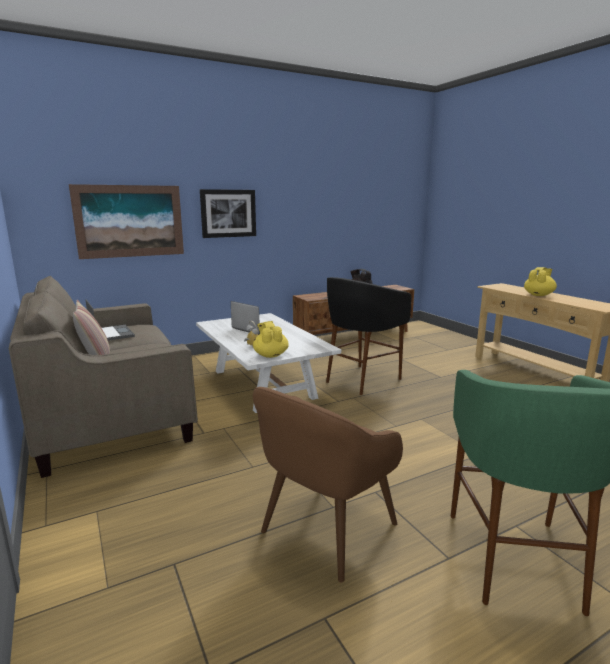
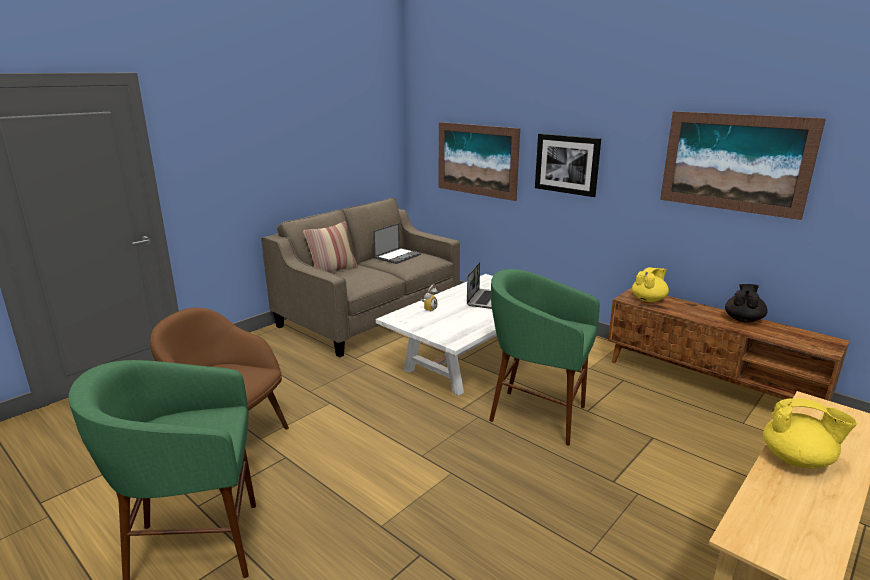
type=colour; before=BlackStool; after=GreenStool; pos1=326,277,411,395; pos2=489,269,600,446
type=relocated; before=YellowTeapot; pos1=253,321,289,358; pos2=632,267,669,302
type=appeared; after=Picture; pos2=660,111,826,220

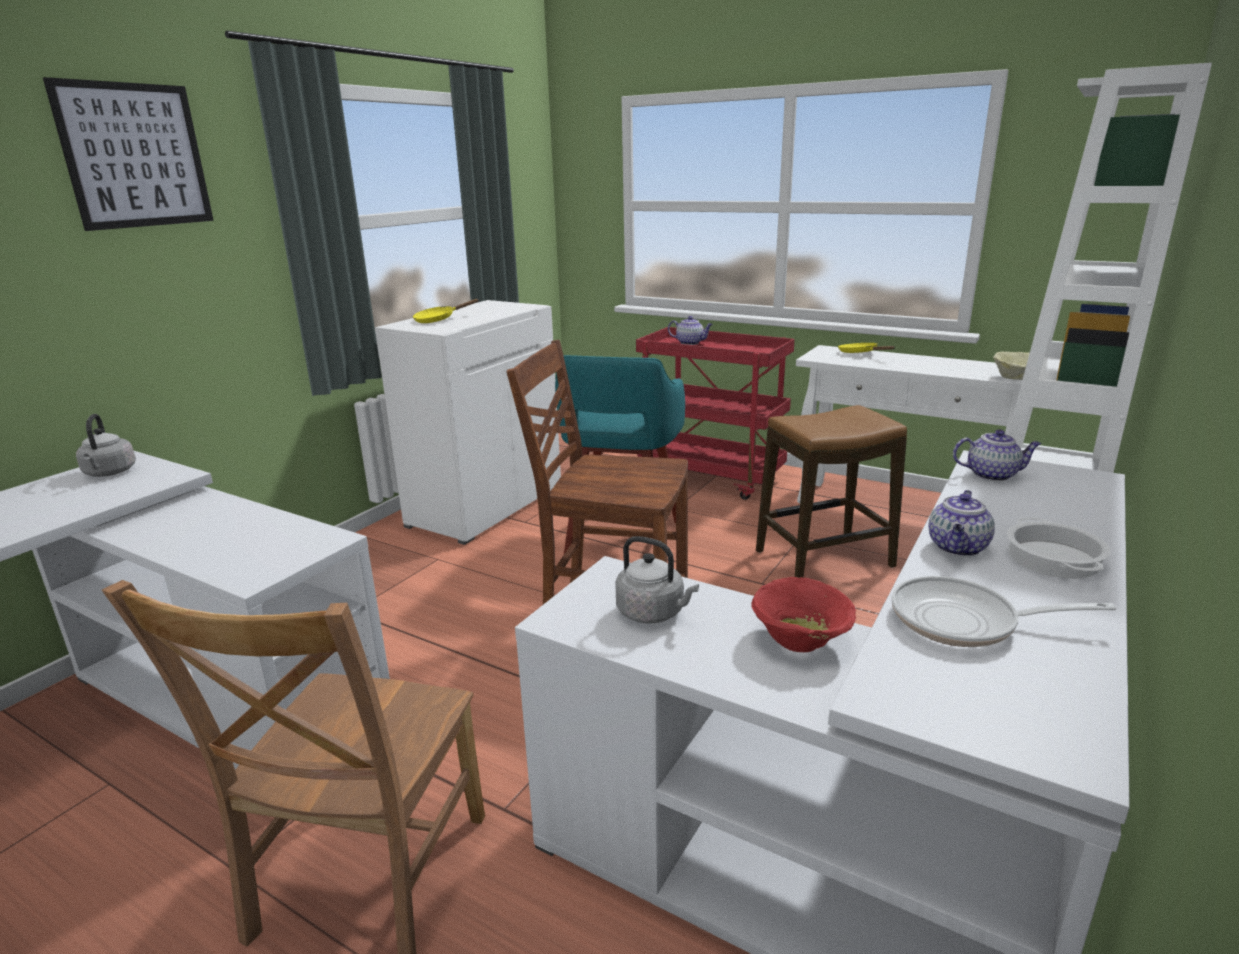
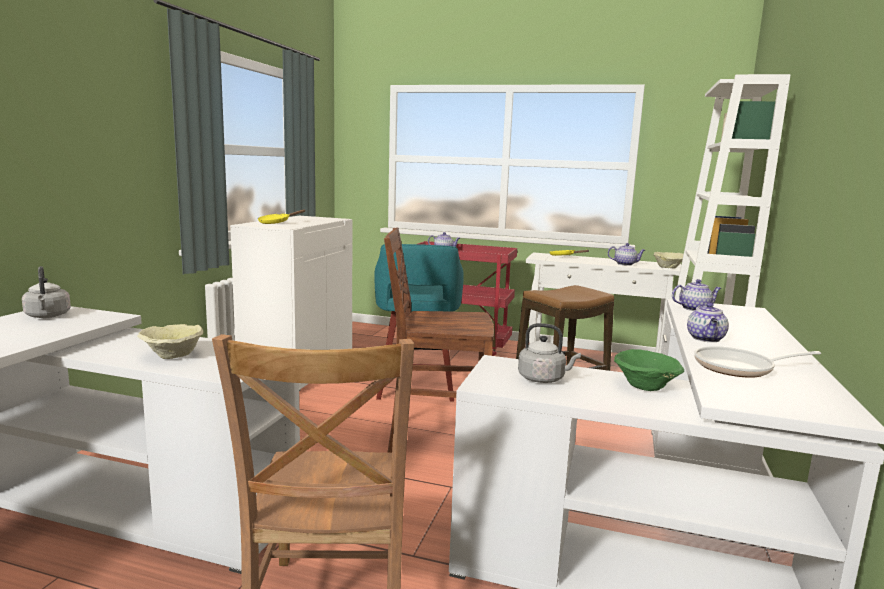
type=appeared; after=BeigeBowl; pos2=137,324,204,359
type=appeared; after=Teapot; pos2=608,243,645,266
type=colour; before=RedBowl; after=GreenBowl; pos1=752,577,856,652; pos2=614,349,684,391
type=missing; before=Picture; pos1=43,77,214,231
type=missing; before=CookingPot; pos1=1007,517,1110,579

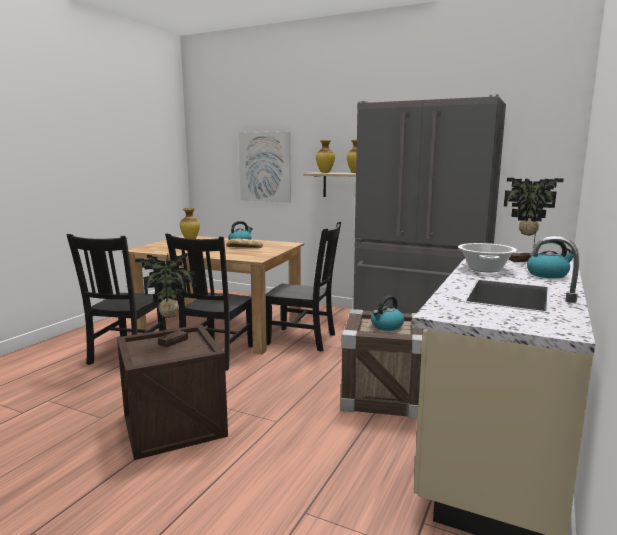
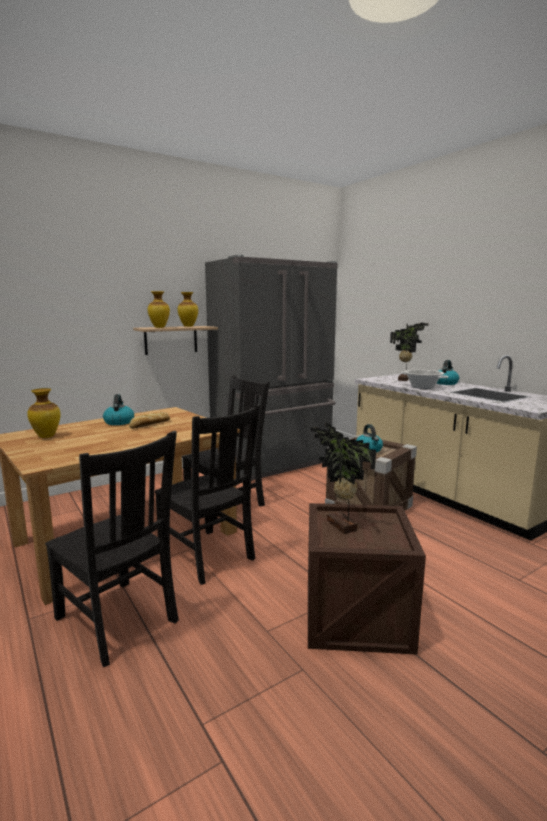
type=missing; before=Picture; pos1=238,131,291,202

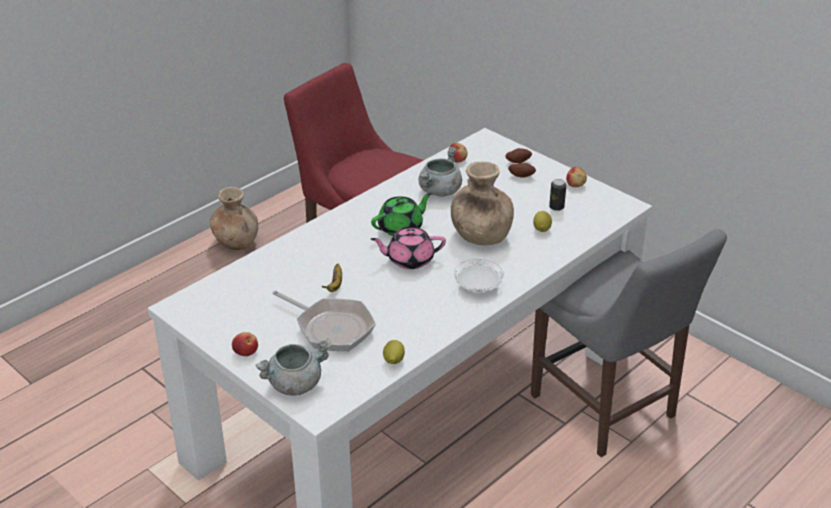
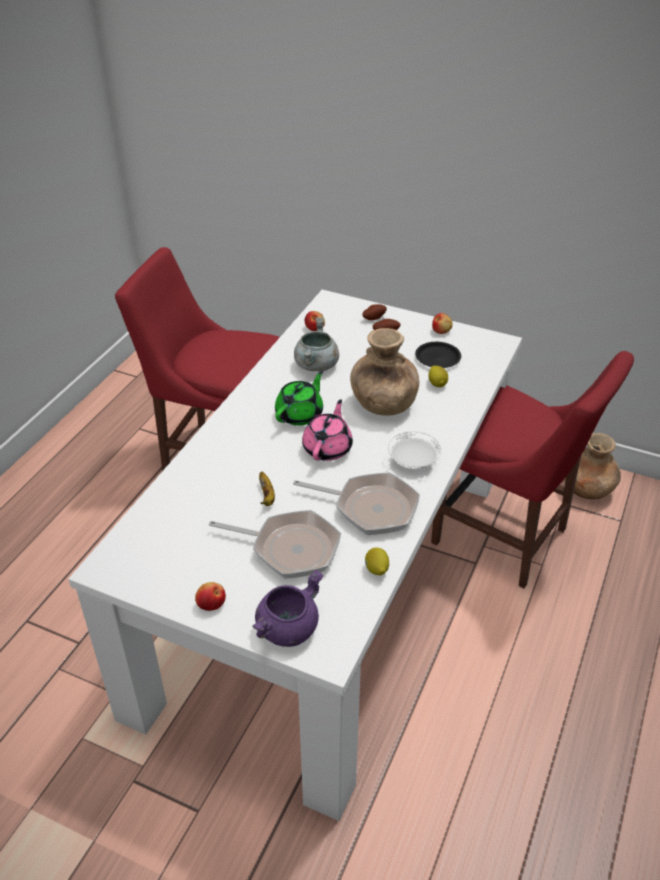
type=colour; before=GreyCookingPot; after=PurpleCookingPot; pos1=256,338,332,396; pos2=253,570,323,647
type=appeared; after=FryingPan; pos2=293,472,420,535
type=spun; before=PinkTeapot; pos1=371,227,446,269; pos2=302,399,353,461; turn=135
type=exchanged; before=Can; after=BlackPlate; pos1=549,179,566,211; pos2=415,342,461,368
type=colour; before=GreyChair; after=RedChair; pos1=531,229,727,457; pos2=431,351,634,588
type=relocated; before=BrownVase; pos1=210,187,258,250; pos2=564,433,621,499

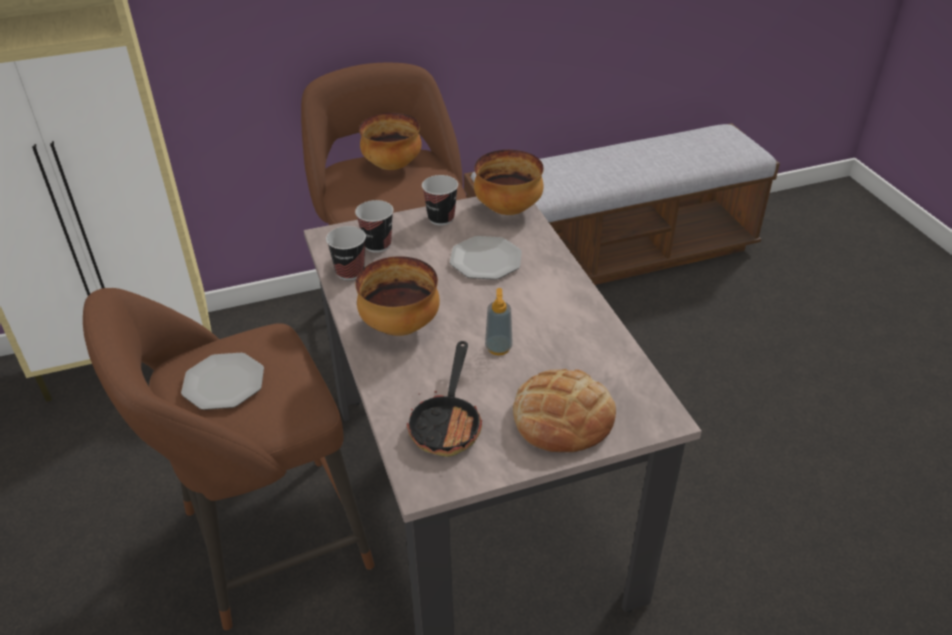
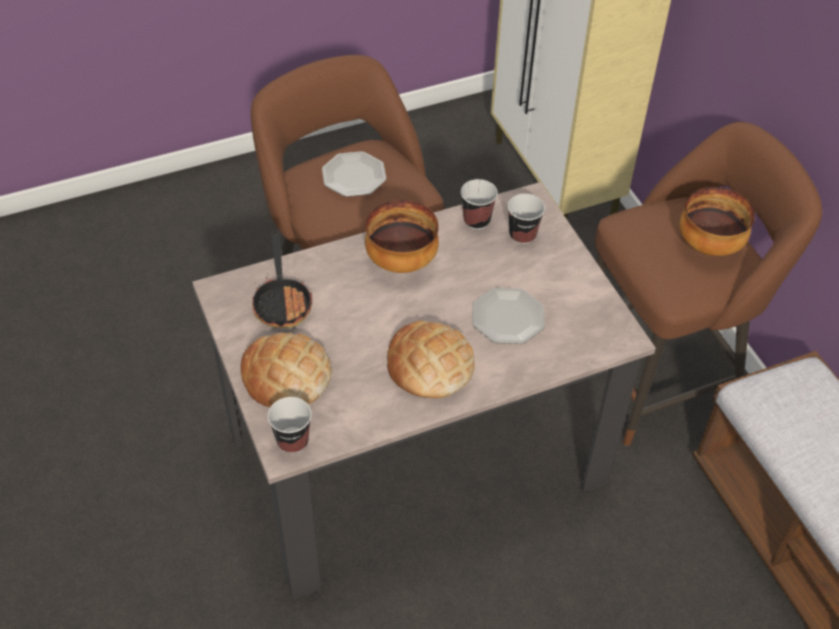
type=spun; before=FryingPan; pos1=407,341,482,457; pos2=251,231,312,328; turn=-105
type=relocated; before=Cup; pos1=422,175,458,226; pos2=268,397,312,454
type=appeared; after=Bread; pos2=387,321,475,398
type=missing; before=Bowl; pos1=474,150,544,215
type=missing; before=SoapDispenser; pos1=485,288,513,355

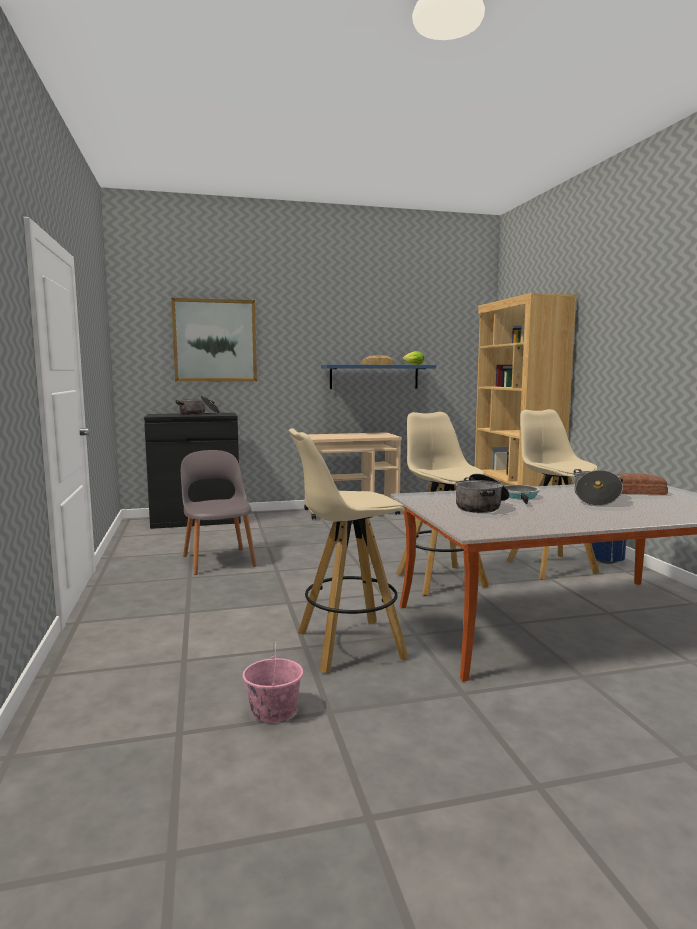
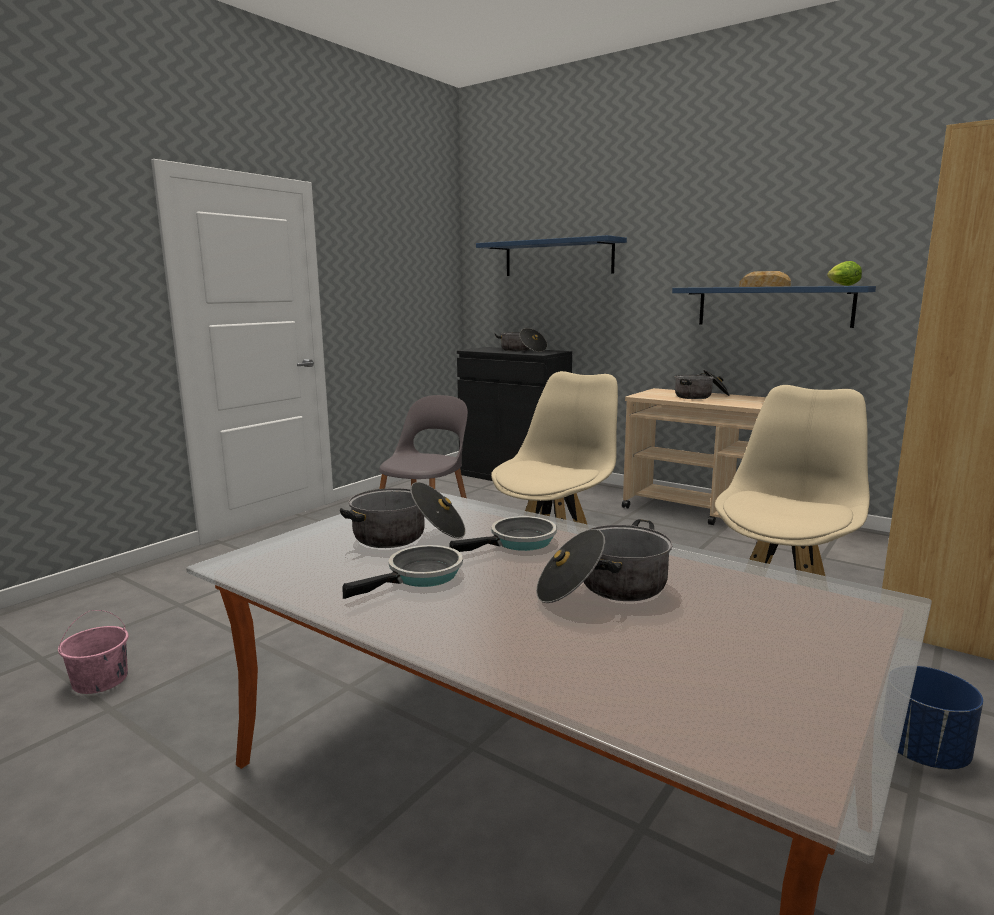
type=appeared; after=FryingPan; pos2=342,545,463,599
type=exchanged; before=Picture; after=BlueShelf; pos1=171,298,257,382; pos2=476,235,627,276
type=appeared; after=CookingPot; pos2=675,370,730,399
type=missing; before=BeigeStool; pos1=289,428,408,673
type=missing; before=Bread; pos1=618,473,668,495

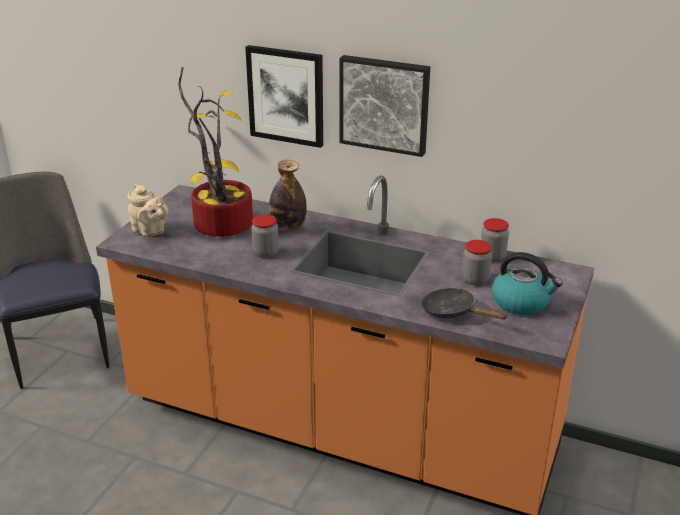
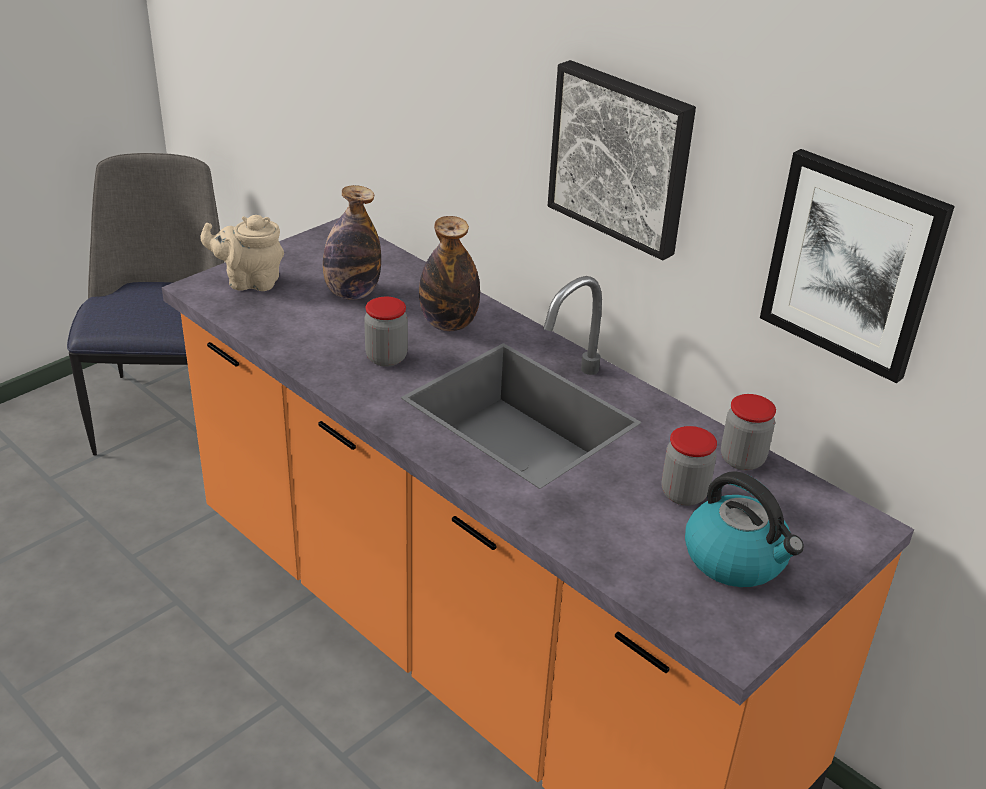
type=spun; before=BeigeTeapot; pos1=128,184,169,237; pos2=200,215,284,291; turn=120
type=exchanged; before=PottedPlant; after=Bottle; pos1=178,67,253,237; pos2=323,185,381,300
type=relocated; before=Picture; pos1=245,45,323,148; pos2=760,149,955,383
type=missing; before=BlackFryingPan; pos1=421,288,508,320

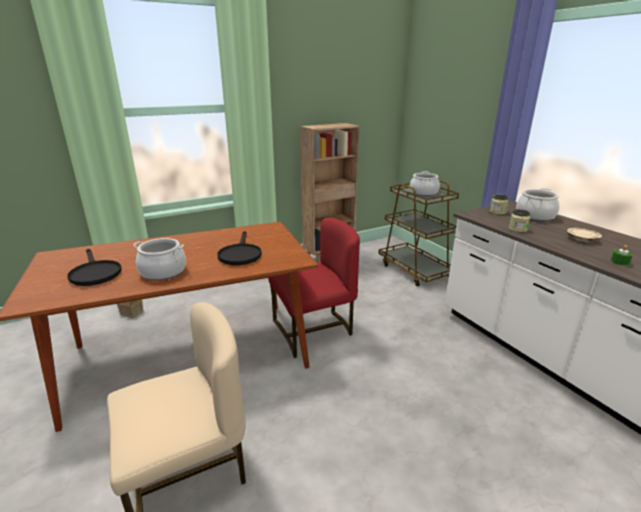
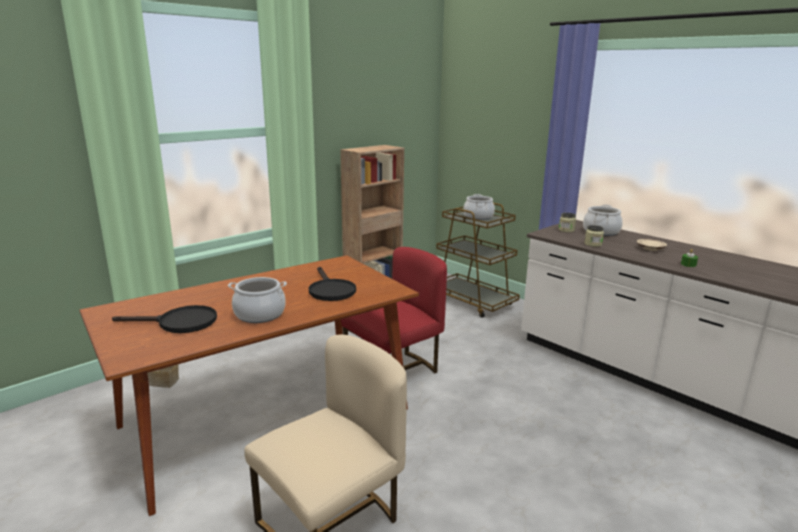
type=spun; before=BlackFryingPan; pos1=67,249,122,286; pos2=112,305,217,333; turn=-45

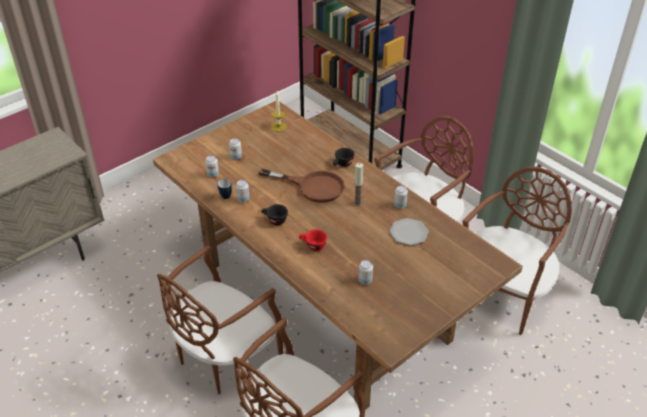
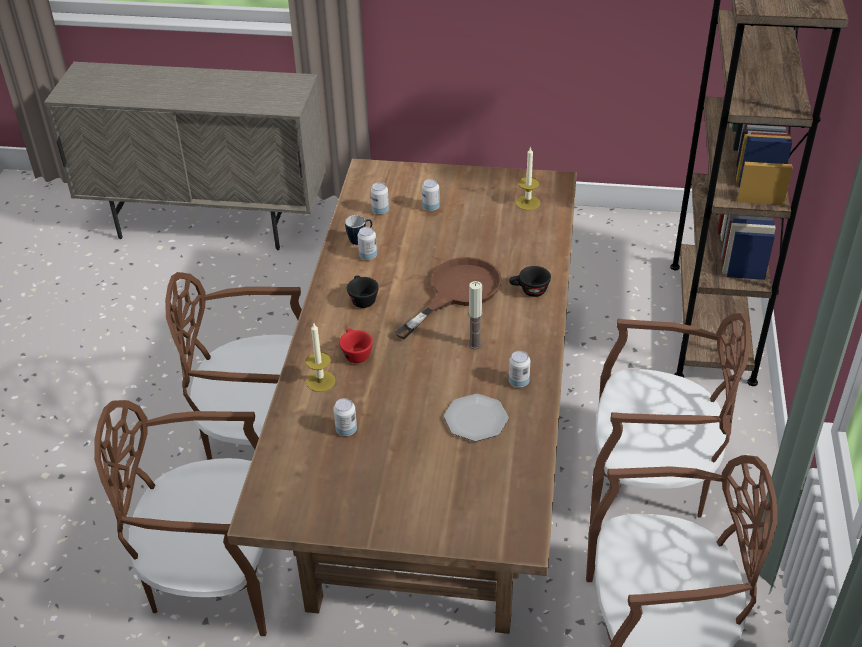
type=appeared; after=Candle; pos2=306,323,336,392
type=spun; before=BrownFryingPan; pos1=259,168,345,203; pos2=394,257,502,340; turn=-120

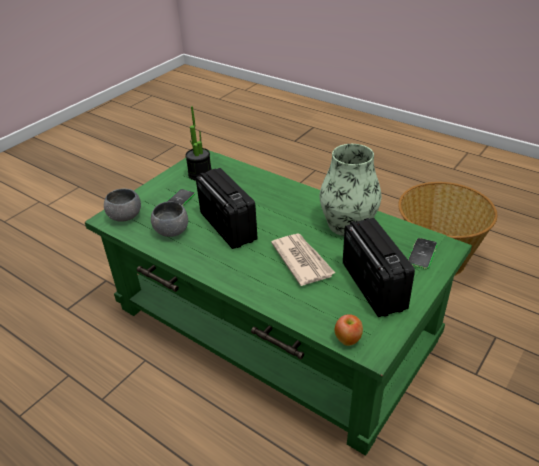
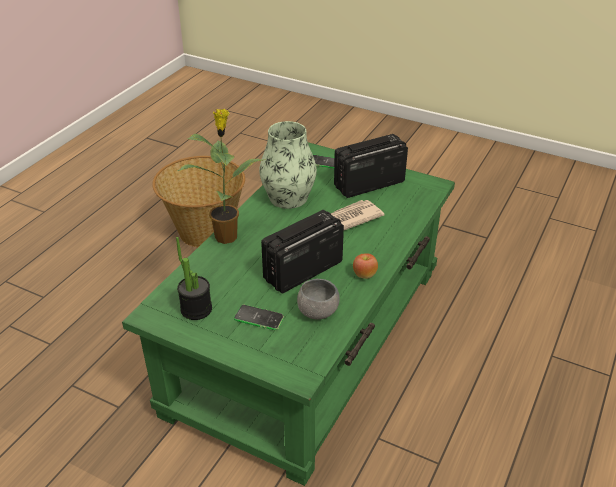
type=appeared; after=PottedPlant; pos2=178,109,266,244
type=relocated; before=Apple; pos1=335,314,363,346; pos2=353,253,378,279
type=missing; before=GreyBowl; pos1=104,188,141,222

